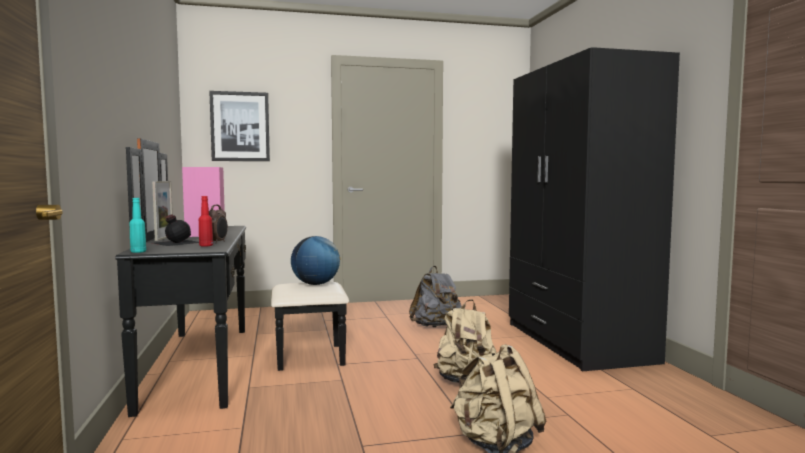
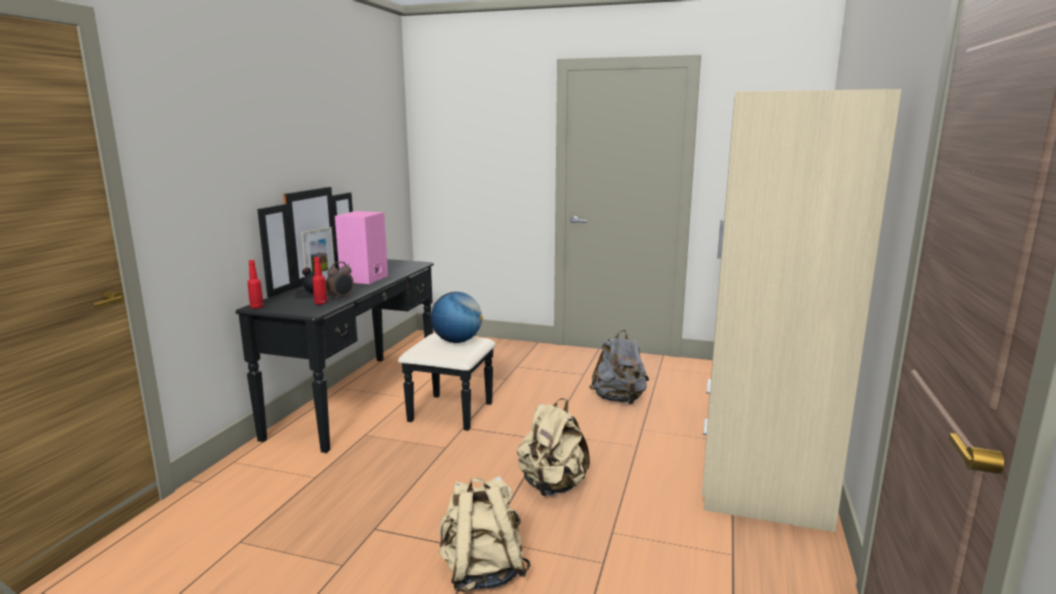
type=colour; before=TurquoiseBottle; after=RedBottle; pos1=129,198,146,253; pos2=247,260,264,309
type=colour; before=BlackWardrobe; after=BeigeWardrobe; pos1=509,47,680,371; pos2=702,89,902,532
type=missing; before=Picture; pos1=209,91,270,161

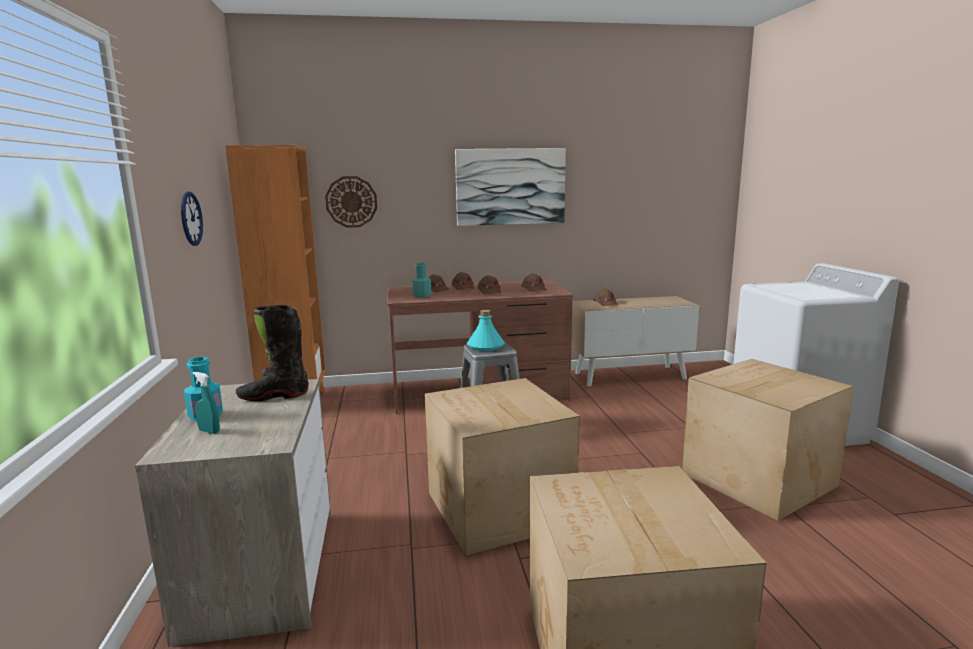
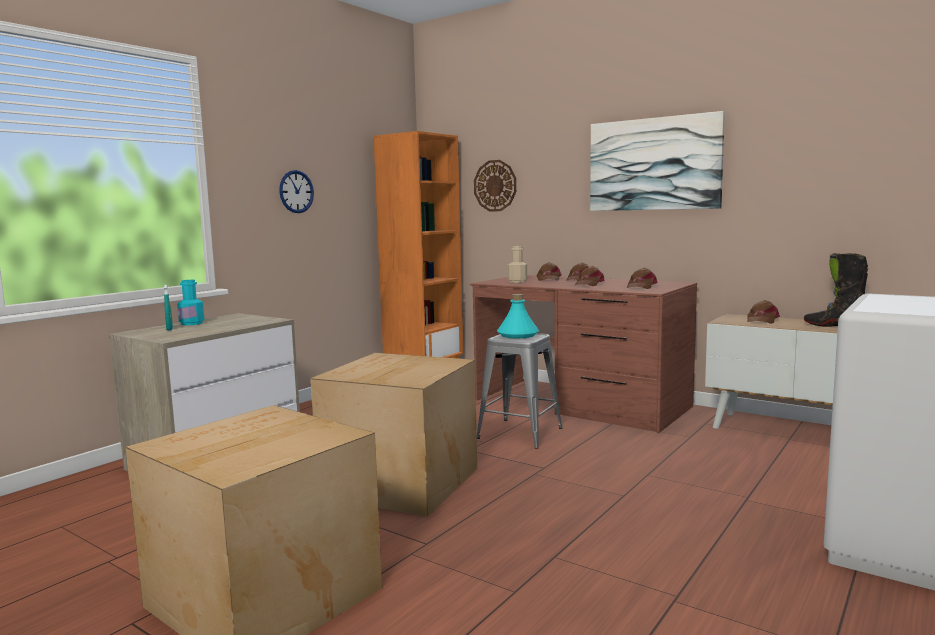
type=colour; before=TurquoiseBottle; after=BeigeBottle; pos1=413,263,431,297; pos2=508,246,527,283
type=relocated; before=BlackBoot; pos1=236,305,309,401; pos2=804,253,868,327
type=missing; before=CardboardBox; pos1=682,359,854,521

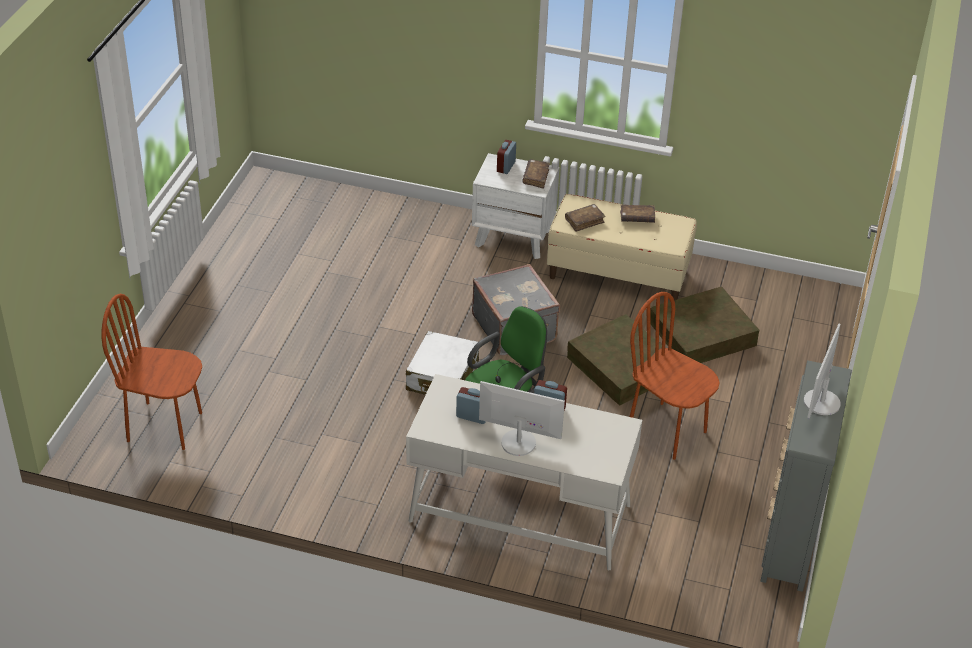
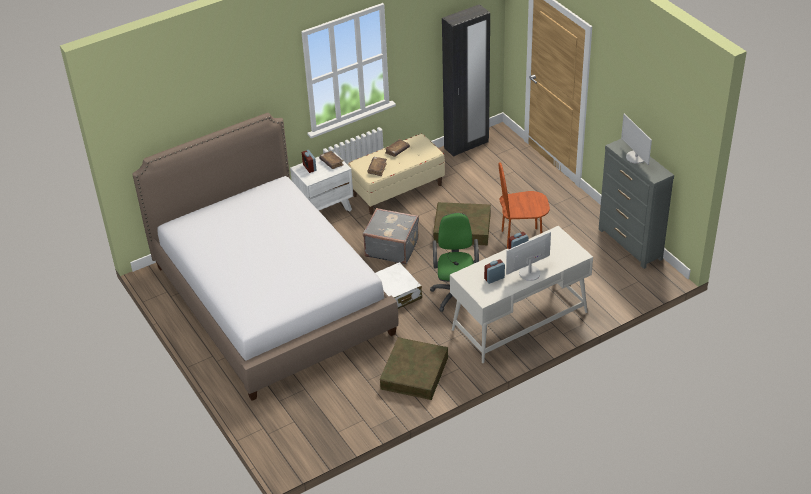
type=appeared; after=Bed; pos2=132,113,398,401
type=relocated; before=BrownStorageBox; pos1=650,286,759,363; pos2=380,337,448,400
type=appeared; after=BlackWardrobe; pos2=442,4,490,157
type=missing; before=BrownChair; pos1=102,293,202,450

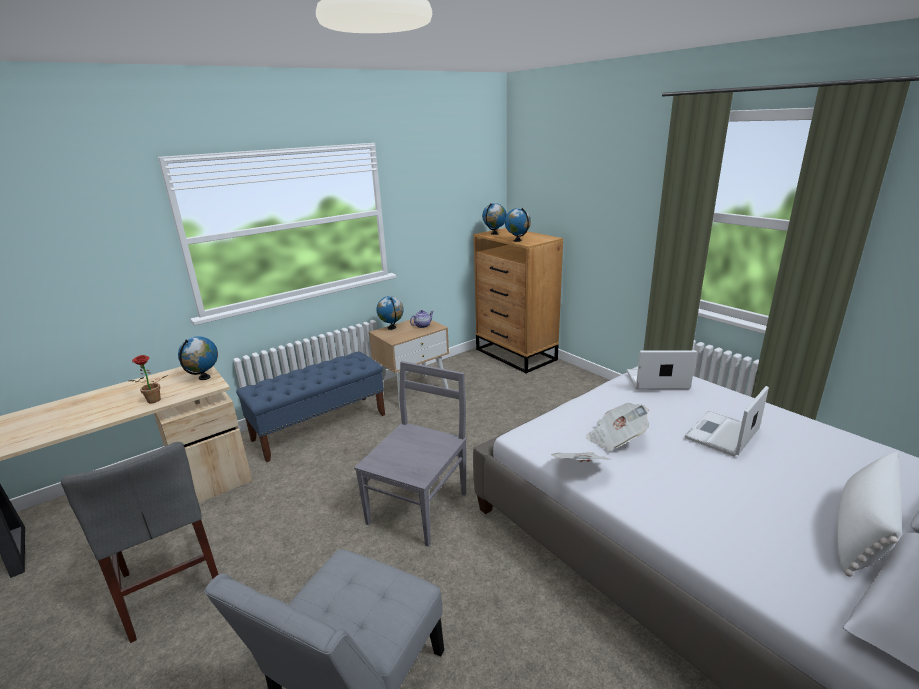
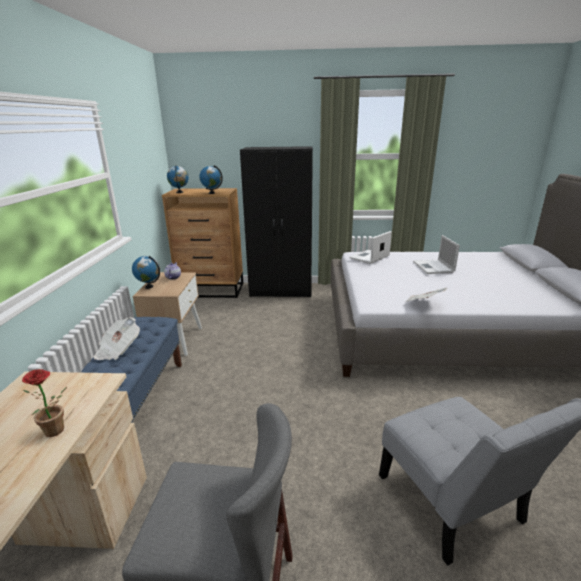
type=relocated; before=Newspaper; pos1=586,403,649,451; pos2=94,317,140,360
type=appeared; after=BlackWardrobe; pos2=240,146,313,297
type=missing; before=Globe; pos1=178,336,218,380
type=missing; before=GreyChair; pos1=354,361,467,547
type=missing; before=WhitePillow; pos1=837,452,901,577

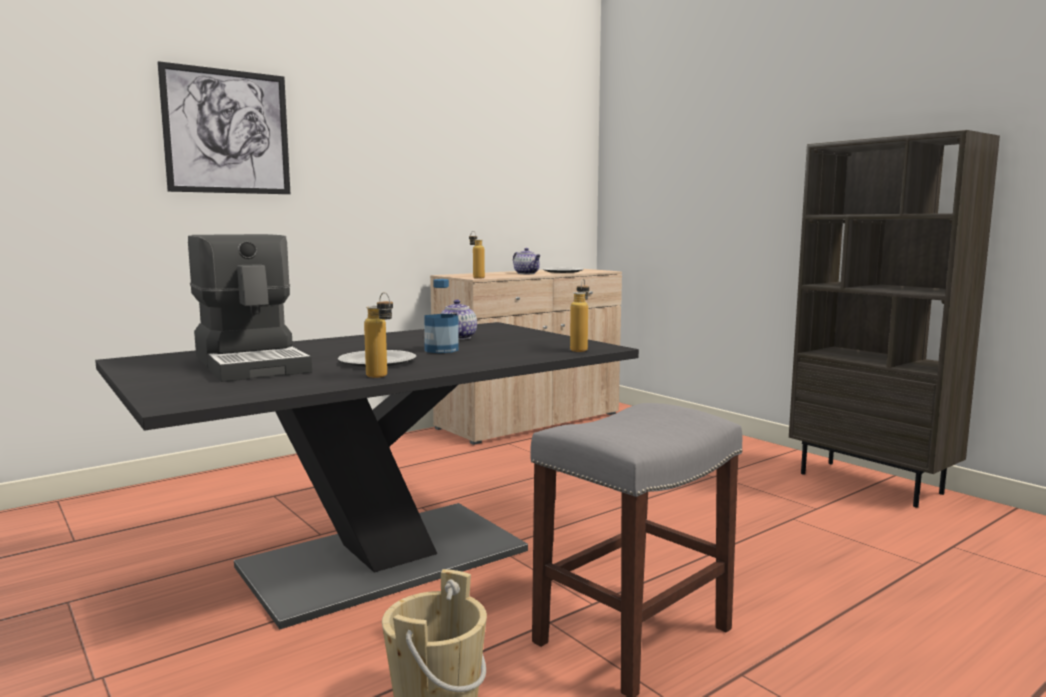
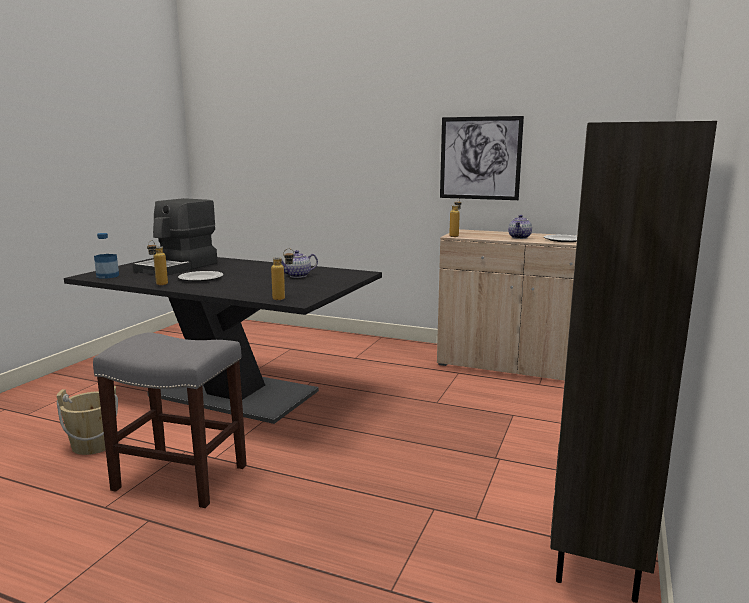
type=relocated; before=Bottle; pos1=424,279,459,353; pos2=94,233,119,278
type=relocated; before=Picture; pos1=157,61,290,194; pos2=440,116,524,200

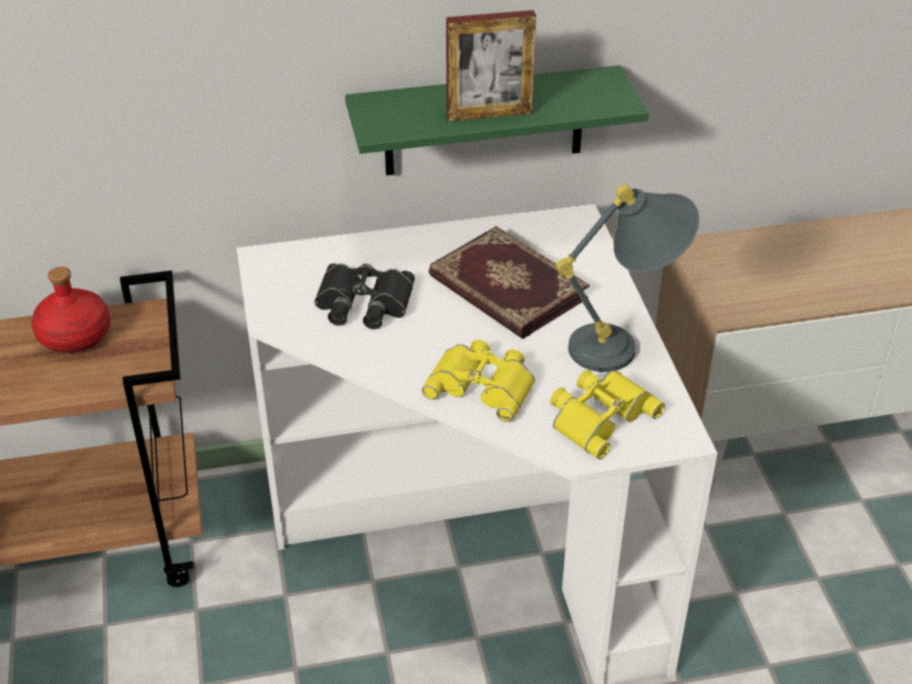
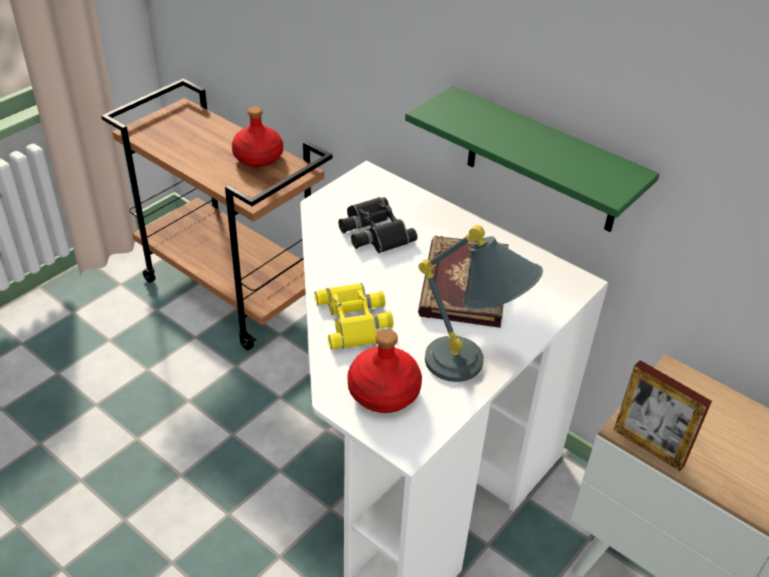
type=exchanged; before=YellowBinoculars; after=RedBottle; pos1=550,369,665,459; pos2=347,329,422,413
type=relocated; before=PictureFrame; pos1=446,10,536,121; pos2=614,360,712,471

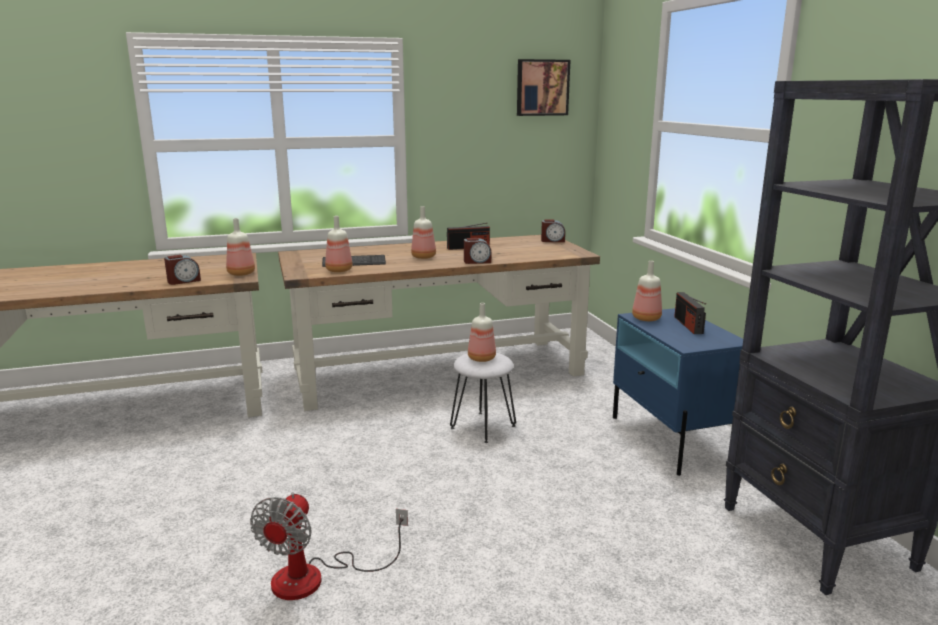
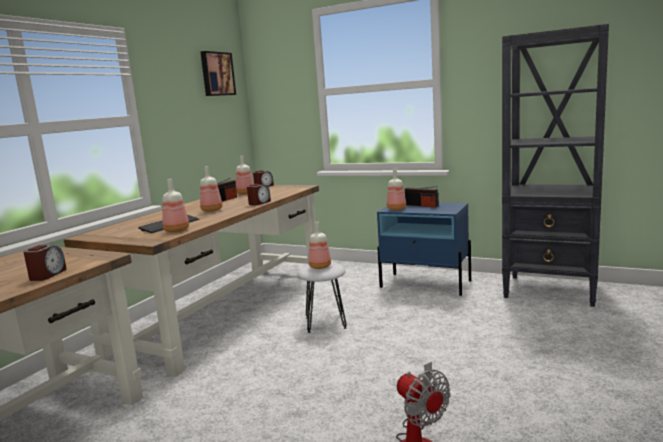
type=relocated; before=Bottle; pos1=226,218,255,276; pos2=236,155,254,195

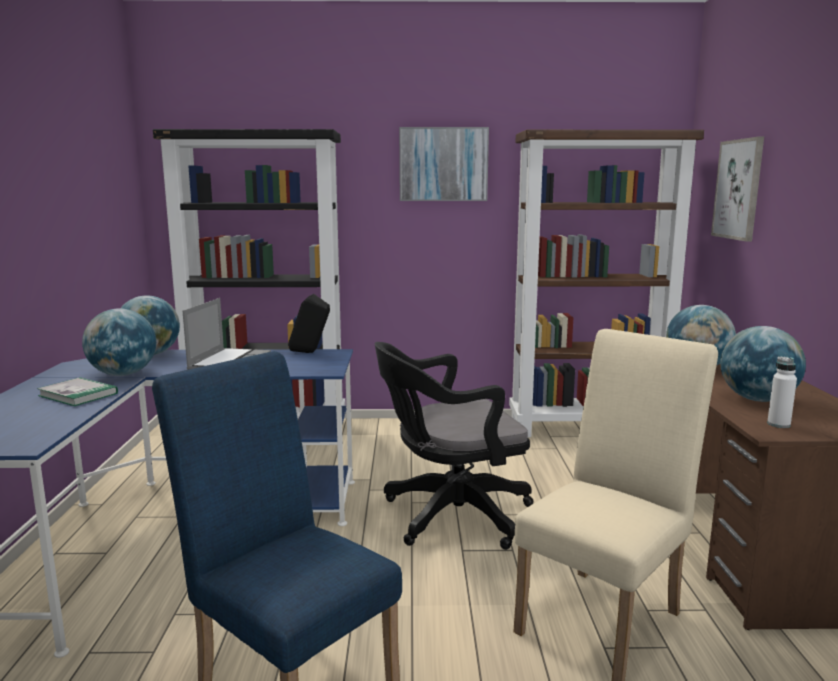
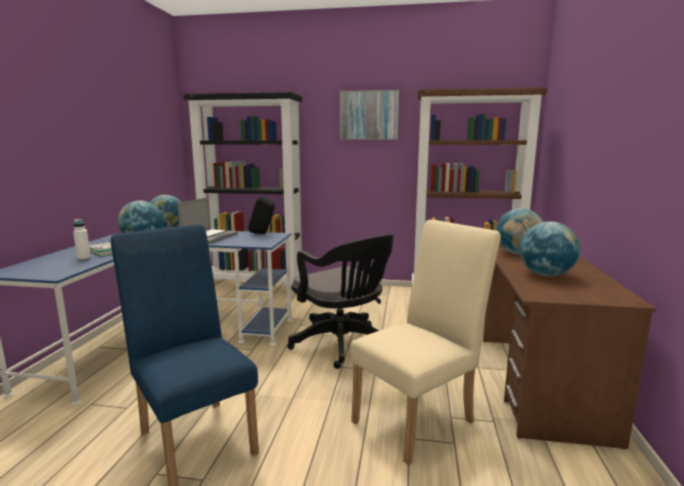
type=relocated; before=WhiteBottle; pos1=767,356,797,428; pos2=73,219,91,261
type=spun; before=BlackOfficeChair; pos1=375,342,534,550; pos2=287,235,394,369; turn=-120
type=missing; before=Picture; pos1=711,136,764,242

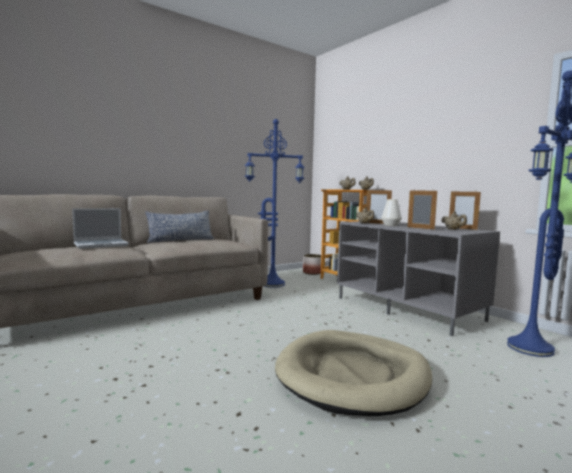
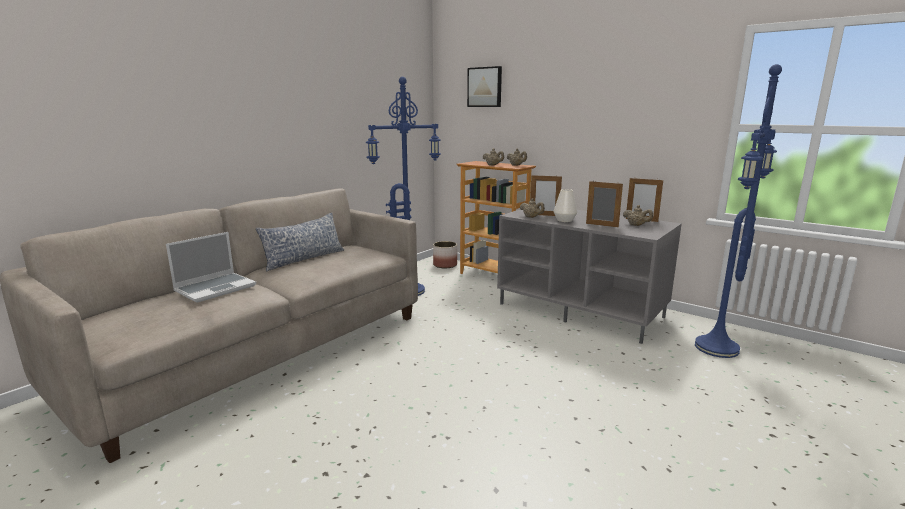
type=appeared; after=Picture; pos2=467,66,502,107
type=missing; before=BeigeDogBed; pos1=275,330,432,416

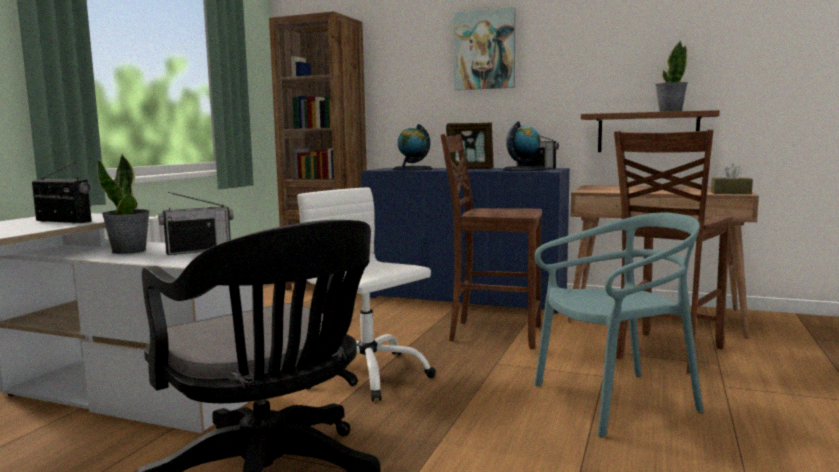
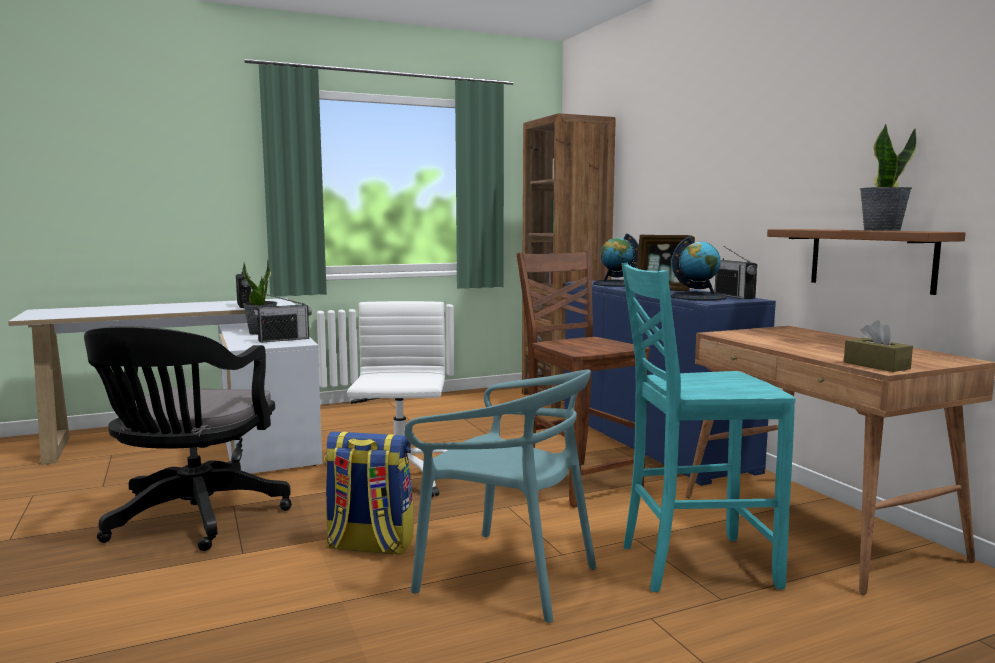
type=spun; before=Radio; pos1=158,192,234,255; pos2=253,293,312,343; turn=-45
type=appeared; after=Backpack; pos2=324,431,414,555
type=colour; before=BrownChair; after=TurquoiseChair; pos1=614,129,732,374; pos2=622,263,796,592
type=missing; before=Picture; pos1=454,7,515,90

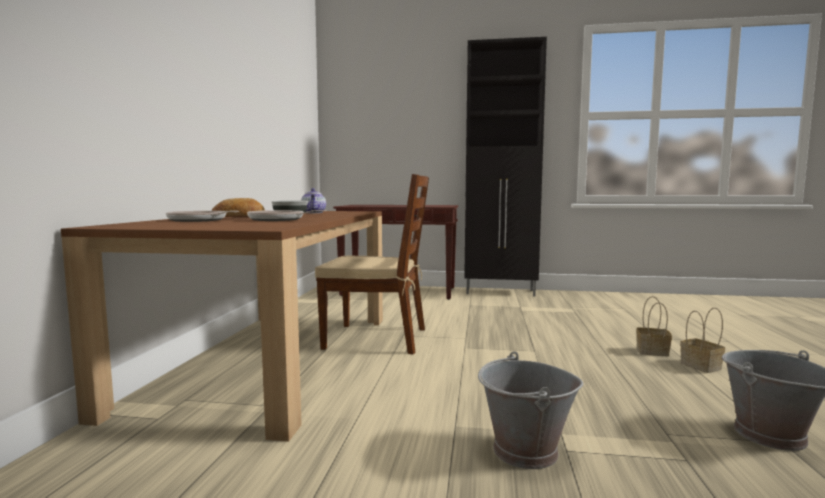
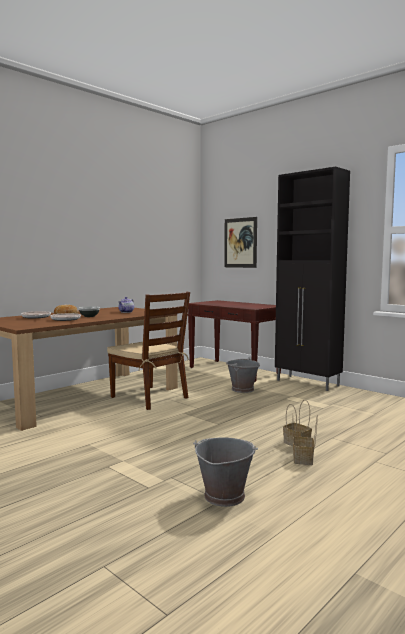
type=appeared; after=Picture; pos2=224,217,257,268
type=relocated; before=GreyBucket; pos1=478,351,583,469; pos2=226,357,260,393

